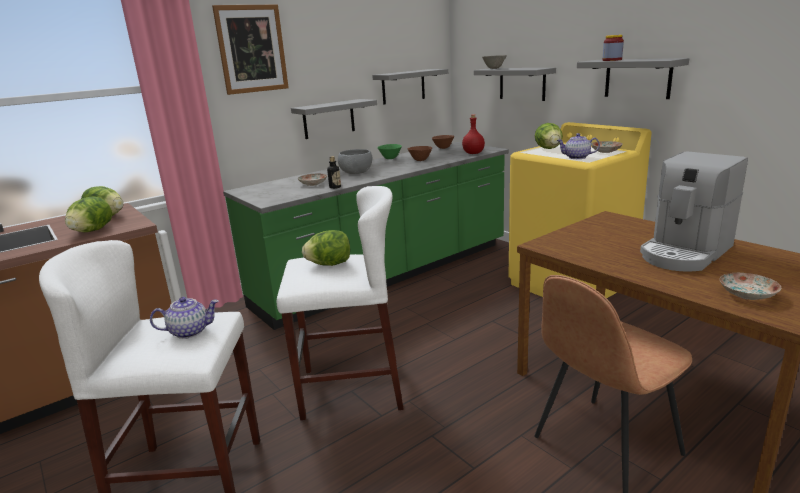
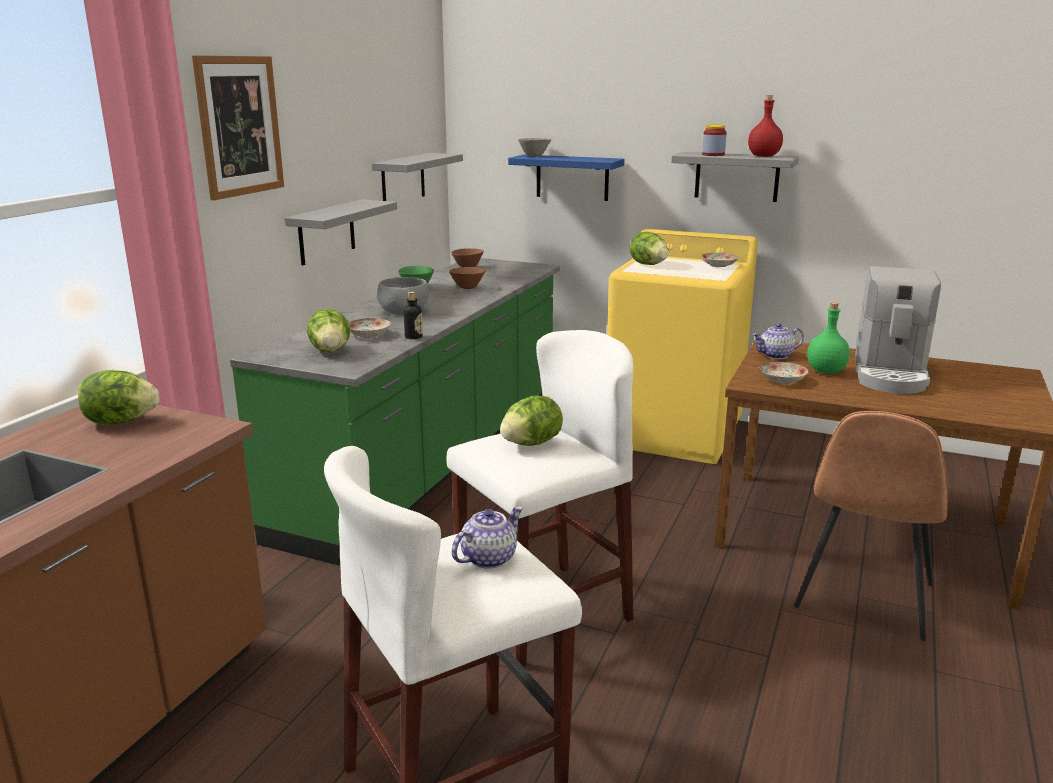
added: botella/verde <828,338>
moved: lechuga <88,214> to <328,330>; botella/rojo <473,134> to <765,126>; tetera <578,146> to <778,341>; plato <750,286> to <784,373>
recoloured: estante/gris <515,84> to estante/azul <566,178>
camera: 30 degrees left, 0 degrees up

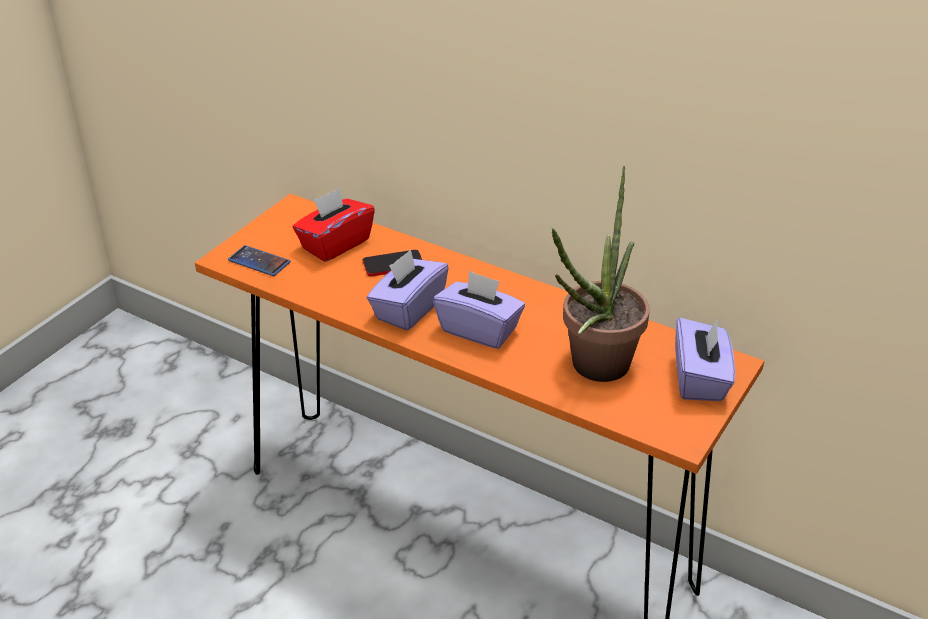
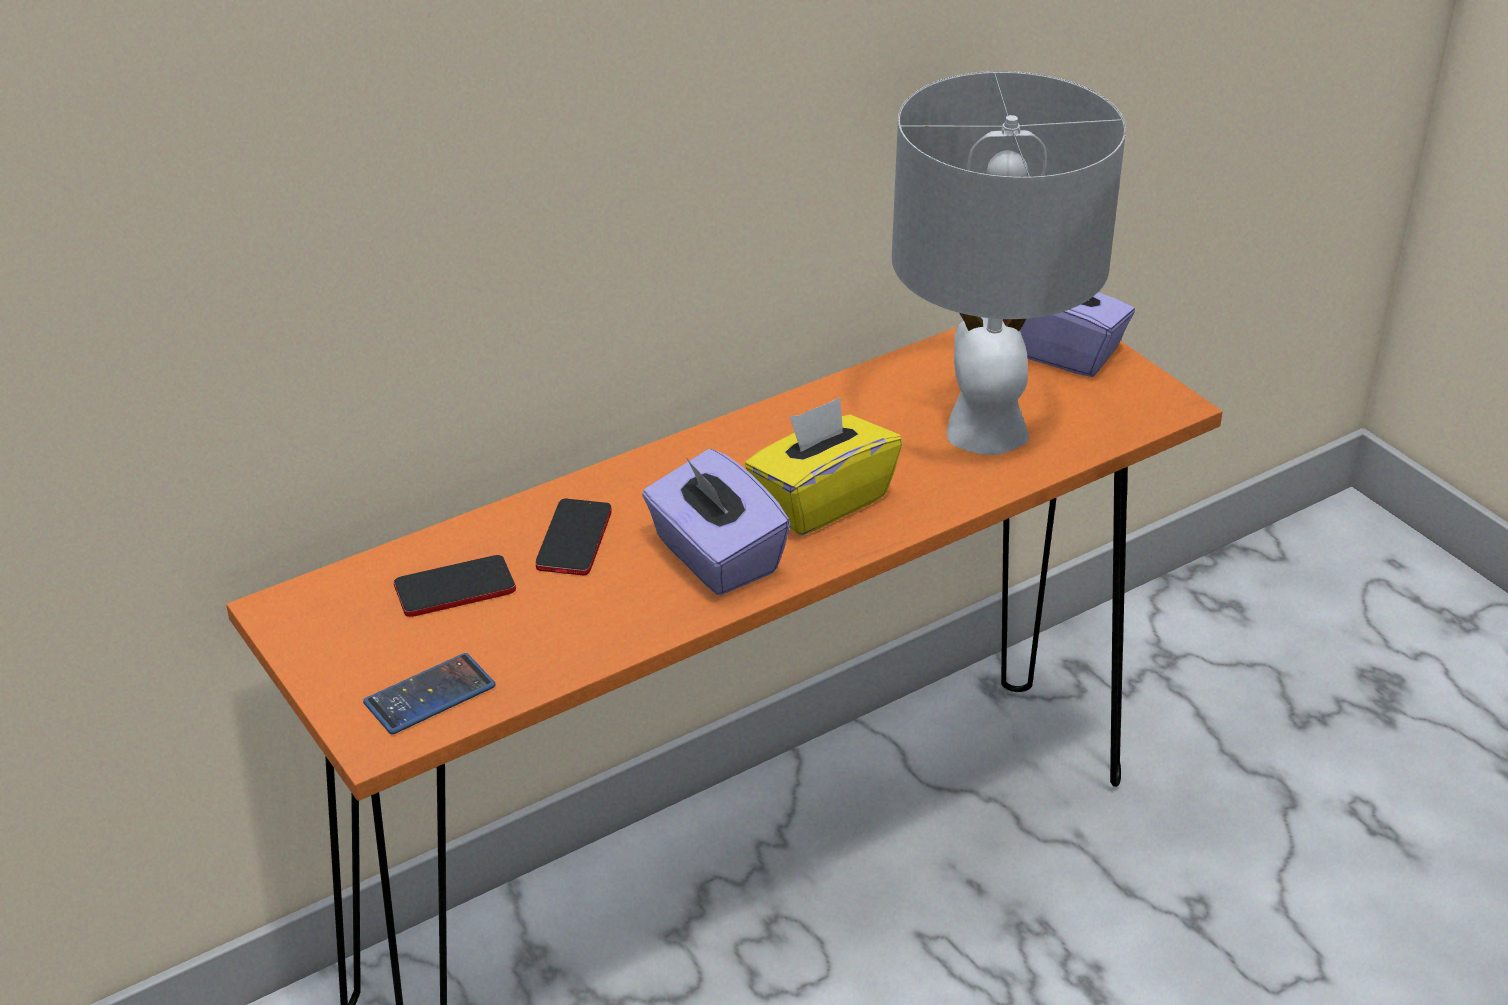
replaced: caja de pañuelos/rojo <334,225> to móvil <455,586>; planta en maceta <601,274> to lámpara de mesa/gris <1009,263>
recoloured: caja de pañuelos/morado <479,309> to caja de pañuelos/amarillo <823,466>
camera: 65 degrees left, 0 degrees up

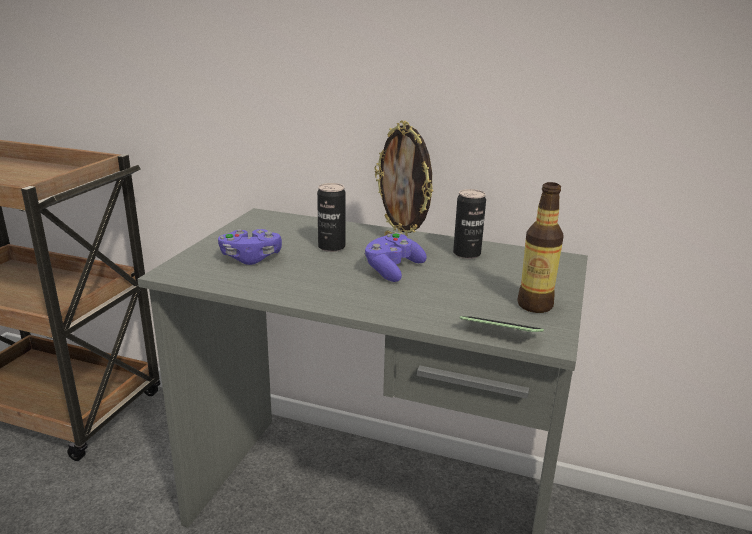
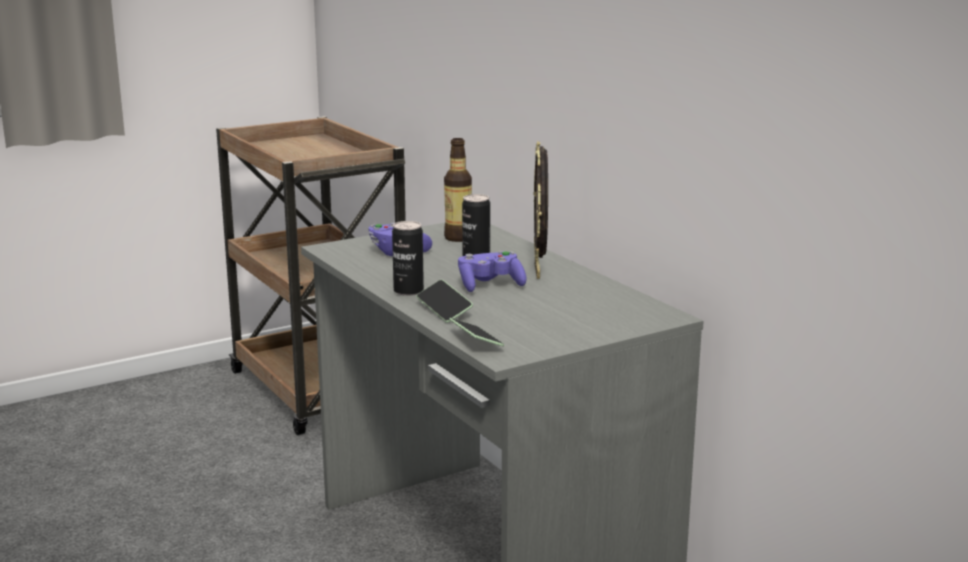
added: móvil <444,301>
moved: lata <469,224> to <408,258>; botella <540,247> to <458,190>
camera: 40 degrees right, 5 degrees down

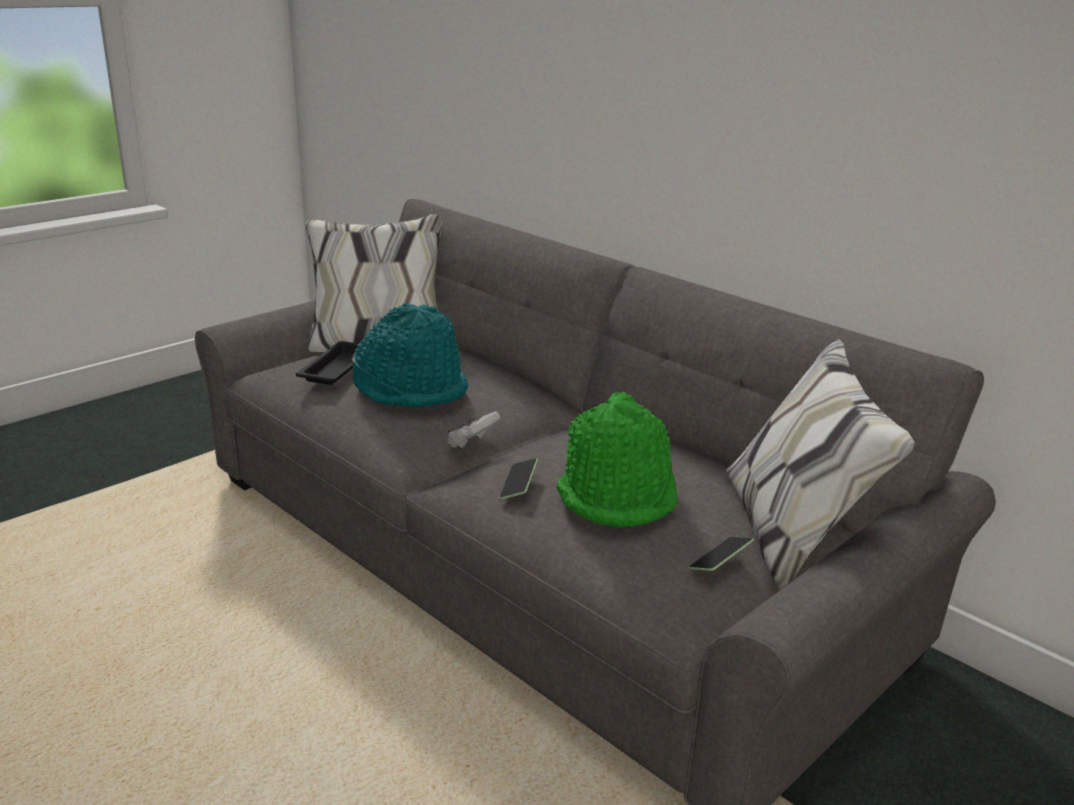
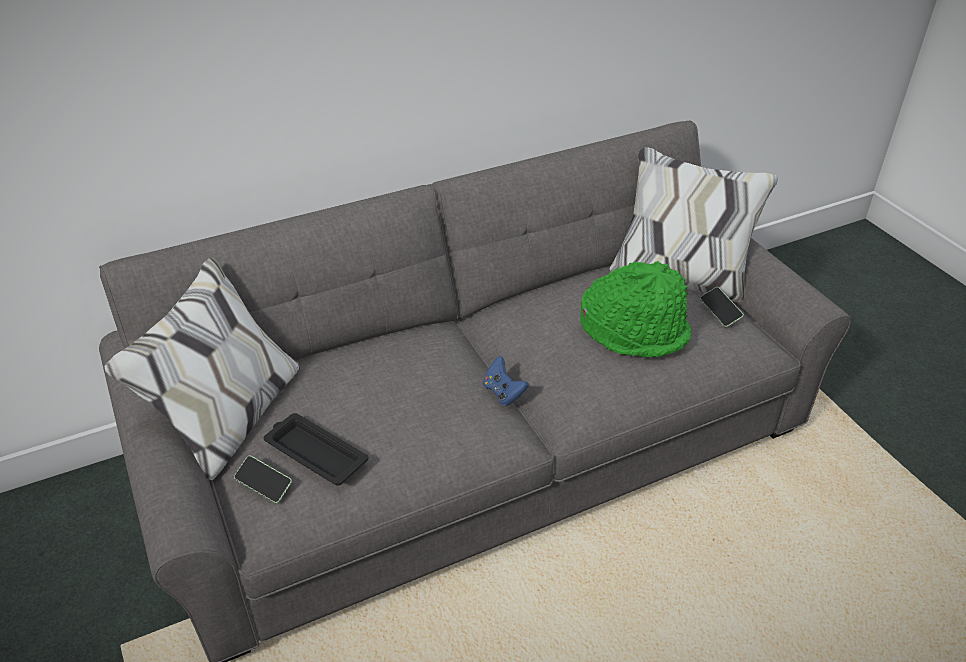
removed: sombrero/turquesa <409,355>
moved: móvil <518,478> to <263,479>
recoloured: mando de consola/blanco <474,430> to mando de consola/azul <506,381>
camera: 70 degrees left, 15 degrees up

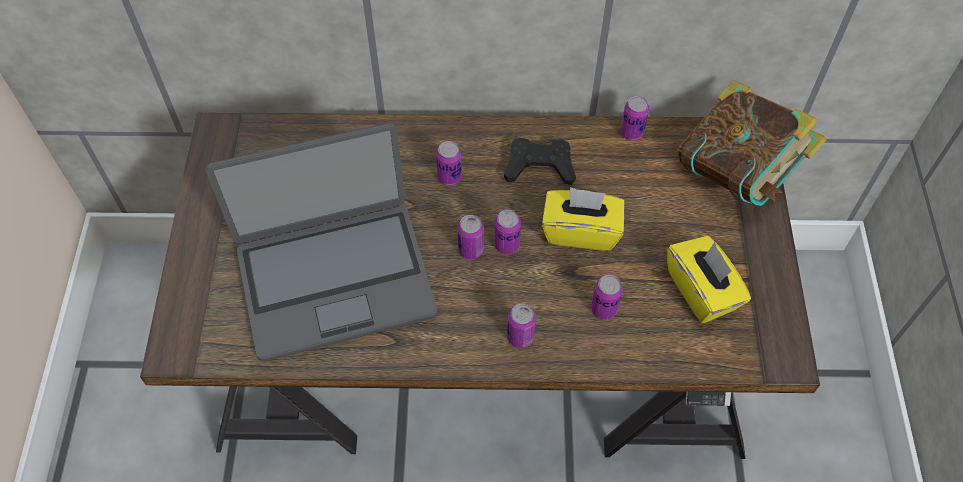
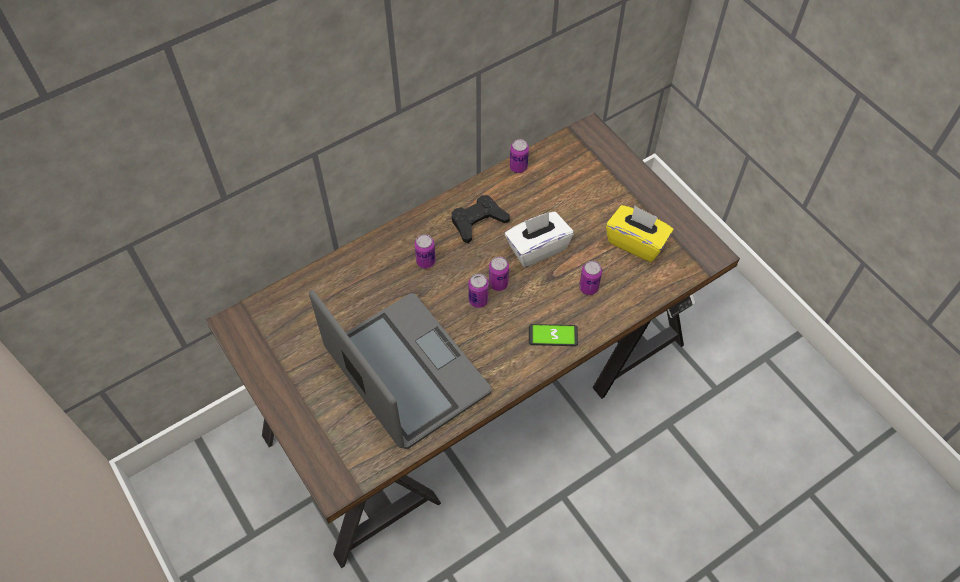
removed: libro <752,143>
replaced: lata <521,326> to móvil <553,335>
recoloured: caja de pañuelos/amarillo <583,219> to caja de pañuelos/blanco <539,239>
turned: portátil <321,242> = <400,369> 75 degrees counterclockwise
camera: 35 degrees left, 0 degrees up

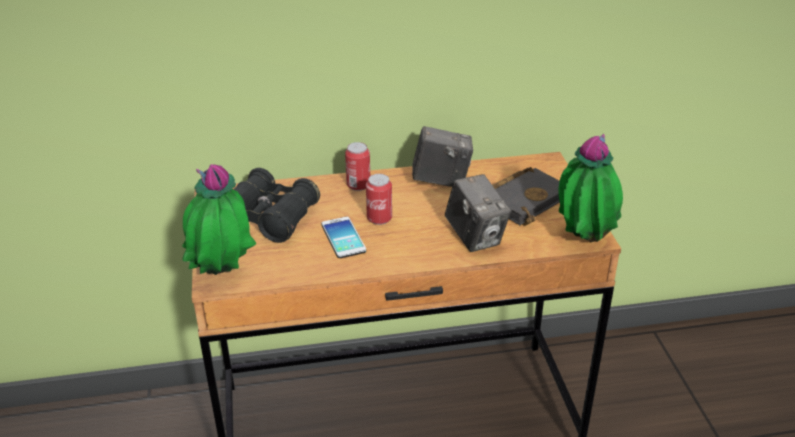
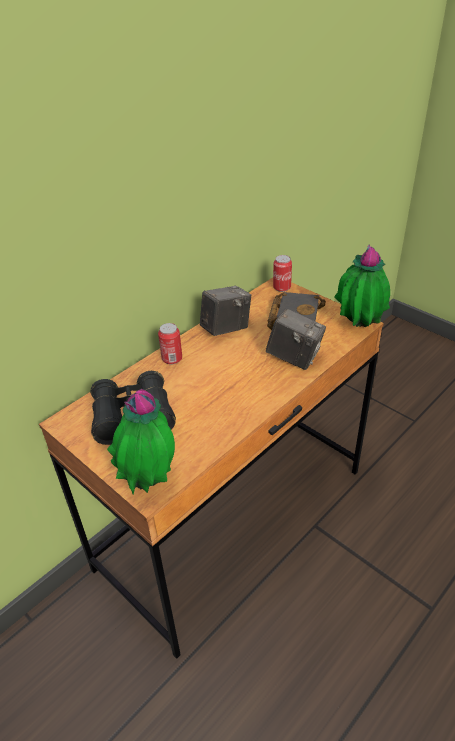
removed: móvil <343,237>
moved: lata <379,199> to <282,273>
camera: 35 degrees left, 5 degrees up

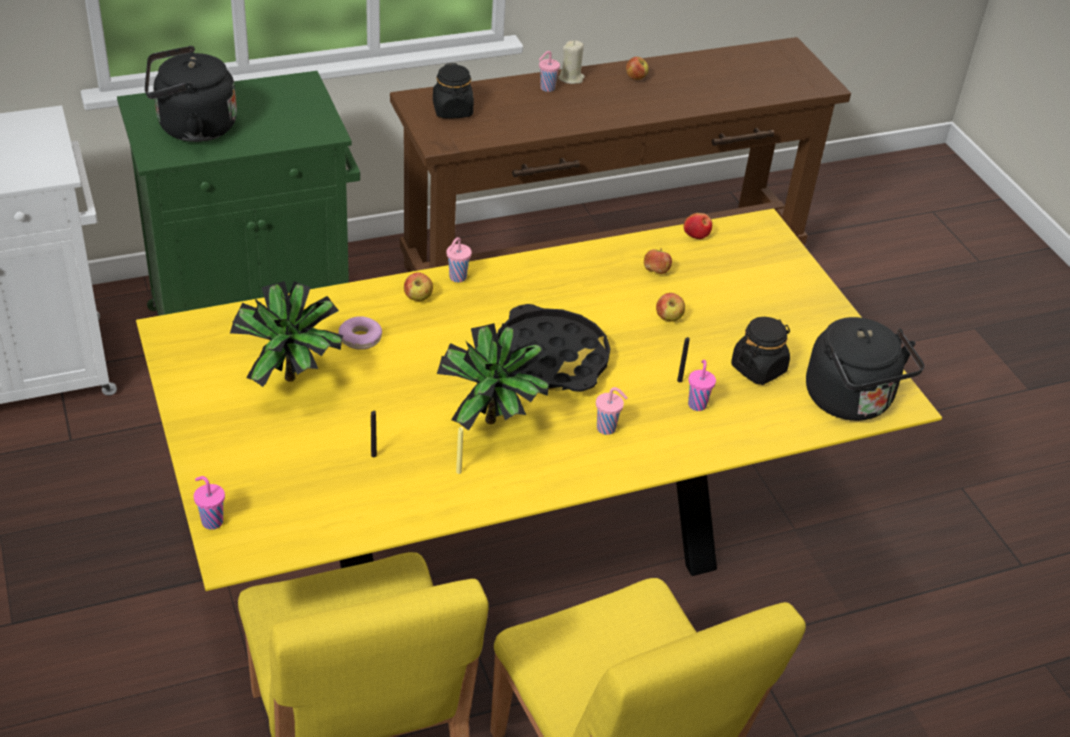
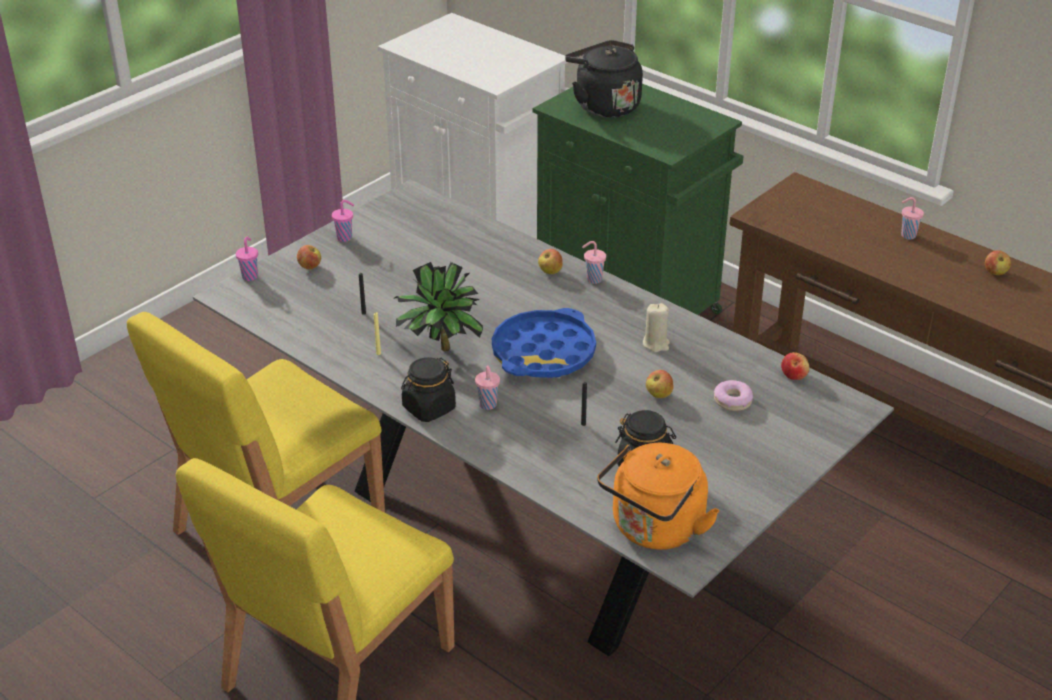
removed: planta en maceta <286,334>
moved: rosquilla <360,333> to <733,395>; tarro/negro <453,90> to <428,389>; vela/beis <571,62> to <656,327>; manzana <658,261> to <309,257>; taza/rosa <702,385> to <343,221>
recoloured: mesa de comedor/amarillo <539,399> to mesa de comedor/gris <543,417>; bandeja/negro <553,348> to bandeja/azul <544,343>; hervidor/negro <865,369> to hervidor/naranja <658,496>
camera: 65 degrees right, 5 degrees down

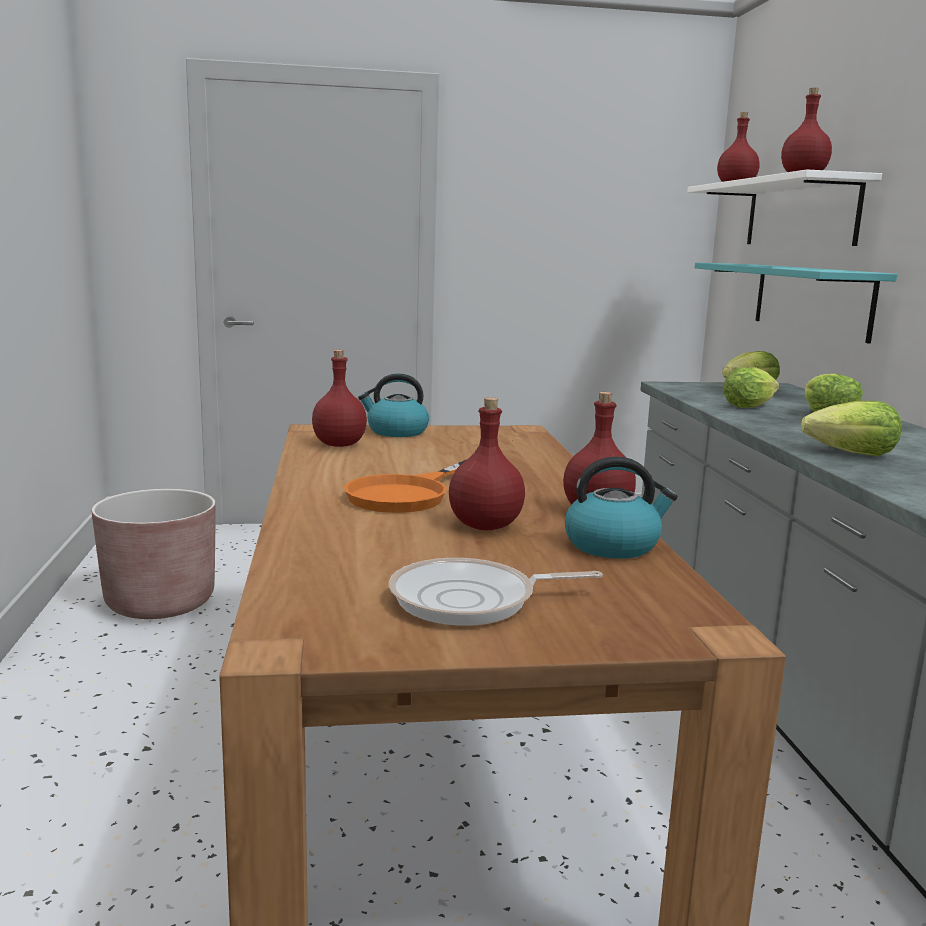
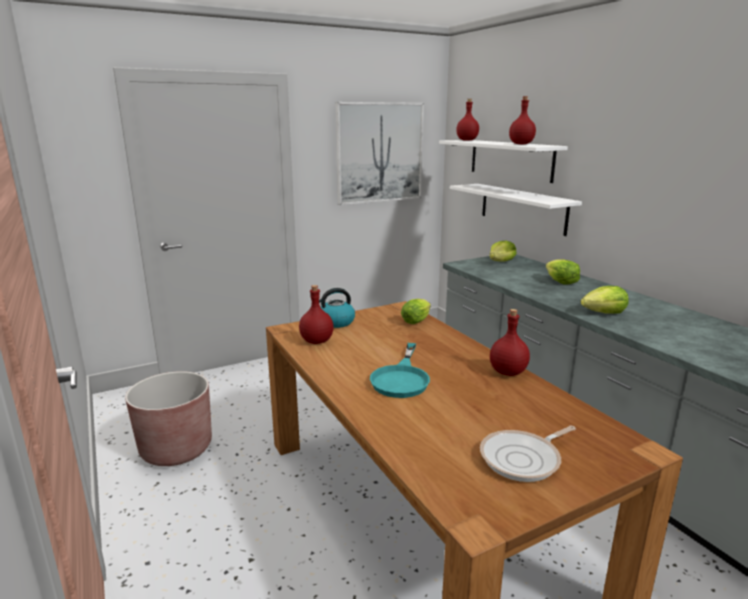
removed: botella/rojo <487,463>; hervidor <621,508>
added: cuadro <380,153>
moved: lechuga <751,387> to <416,311>
recoloured: sartén/naranja <406,486> to sartén/turquesa <400,370>; estante/turquesa <796,303> to estante/blanco <516,210>
camera: 20 degrees left, 5 degrees up

